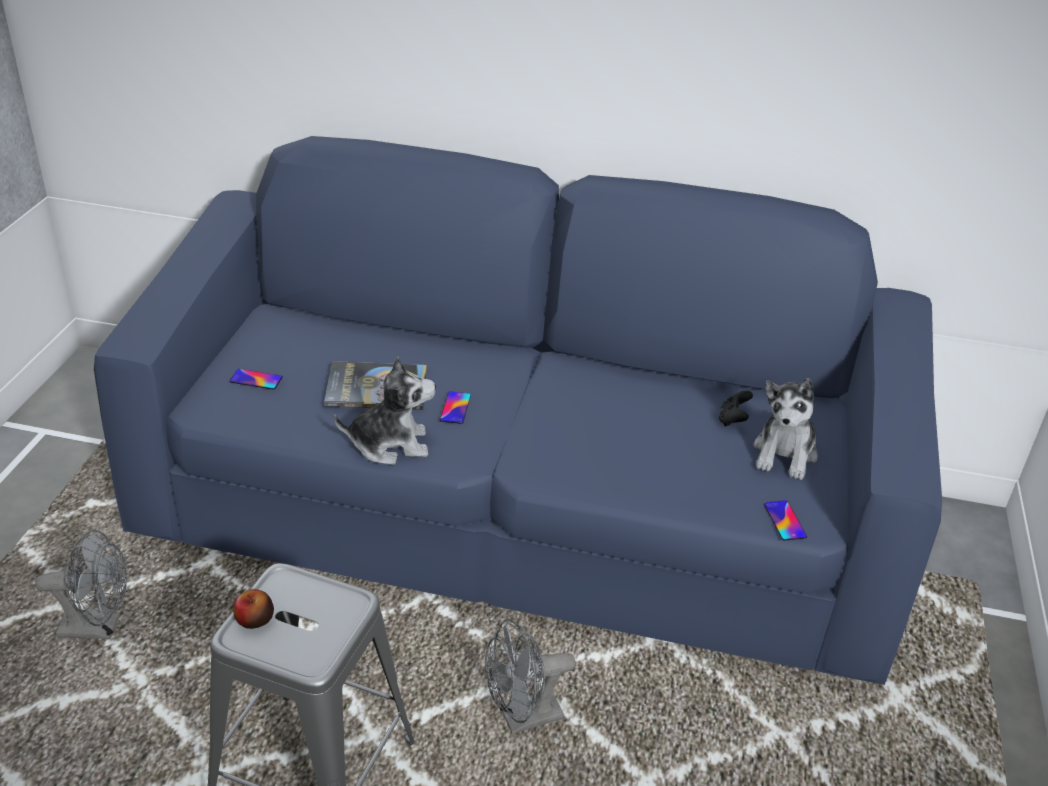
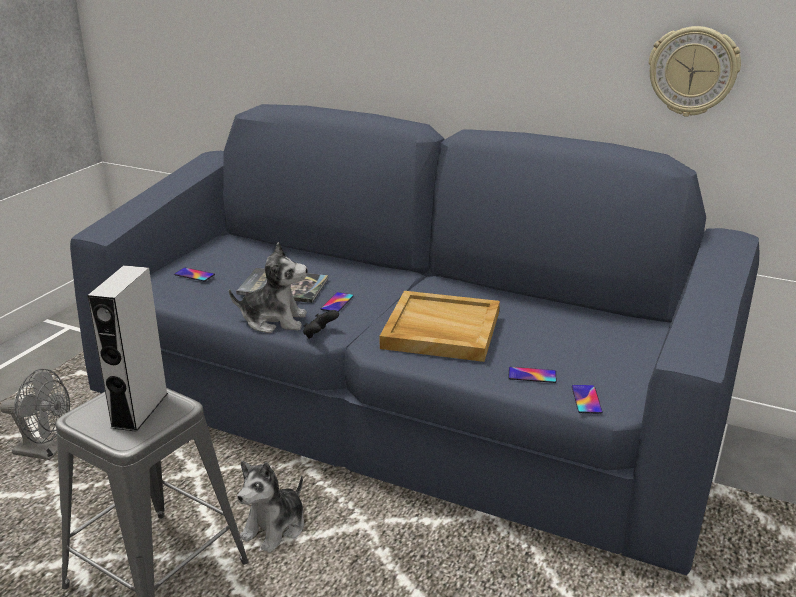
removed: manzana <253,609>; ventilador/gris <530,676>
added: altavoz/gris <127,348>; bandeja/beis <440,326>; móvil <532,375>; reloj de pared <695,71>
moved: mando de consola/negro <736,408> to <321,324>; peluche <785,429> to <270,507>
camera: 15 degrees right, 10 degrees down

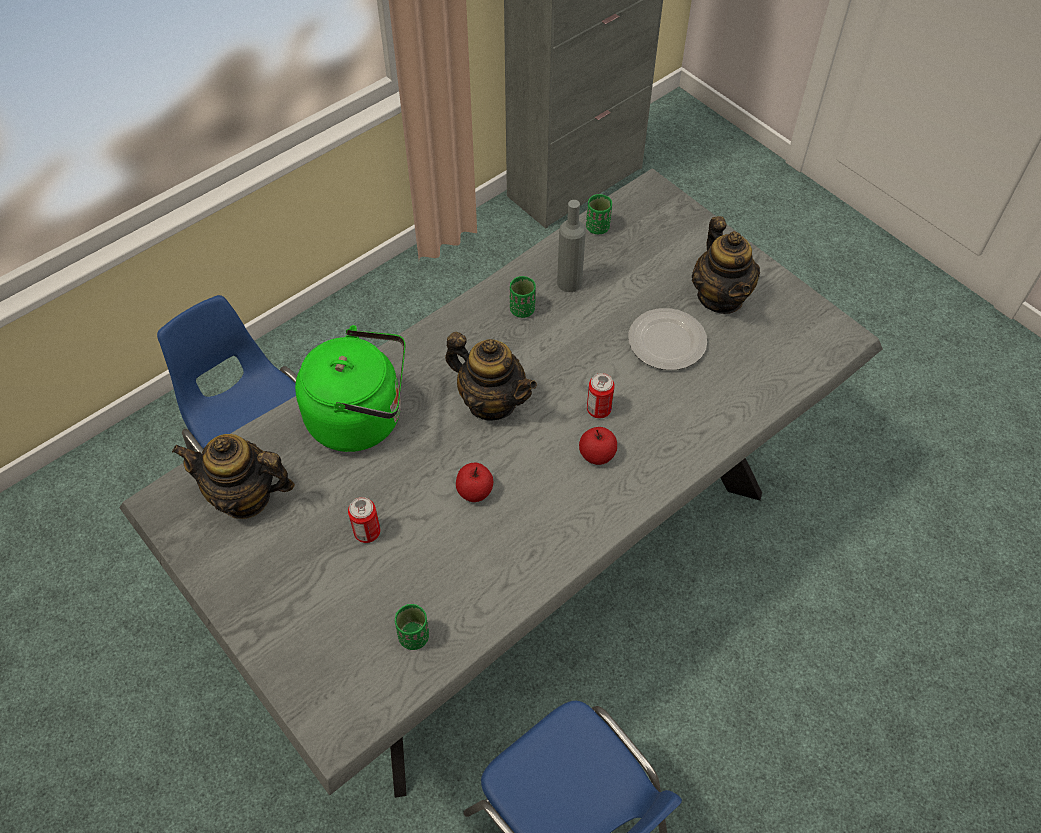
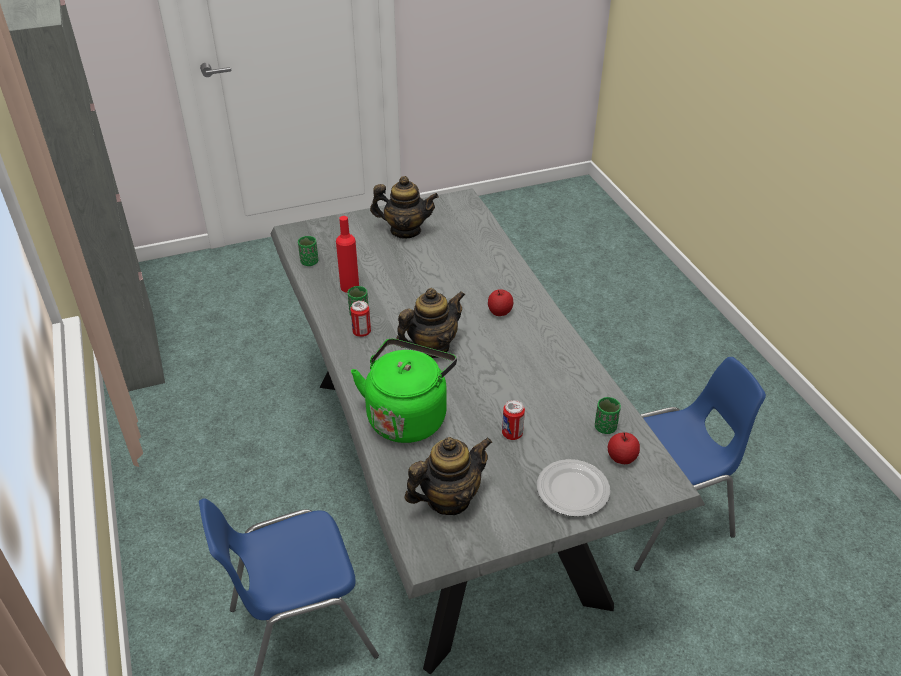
moved: manzana <474,482> to <624,448>; lata <601,395> to <360,319>; plato <667,339> to <573,488>
recoloured: botella/gris <571,246> to botella/rojo <347,254>
turned: tetera <233,476> = <448,476> 150 degrees counterclockwise
camera: 70 degrees left, 15 degrees down

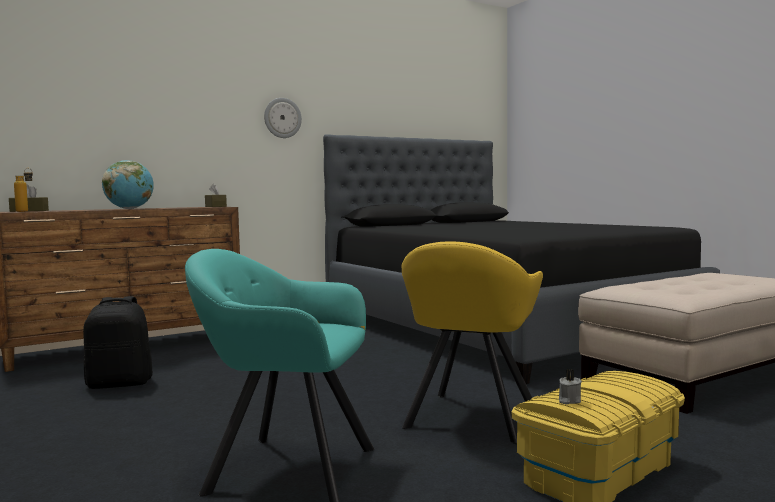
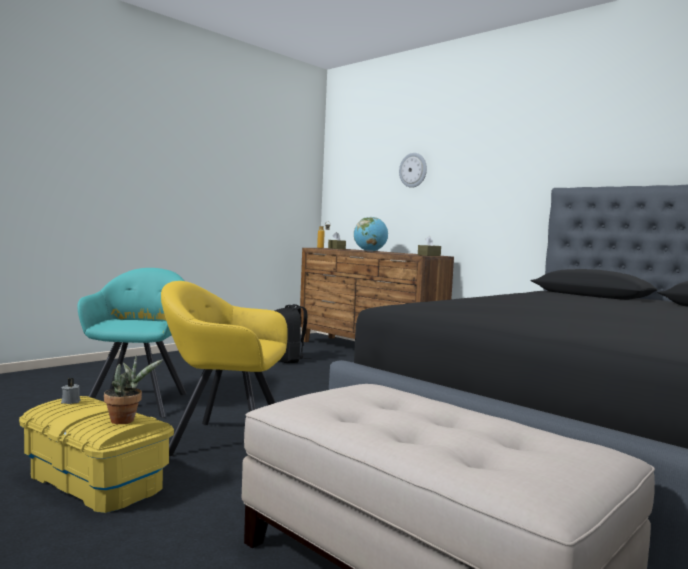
added: planta en maceta <133,389>
moved: reloj de pared <283,118> to <413,170>
camera: 75 degrees right, 0 degrees up

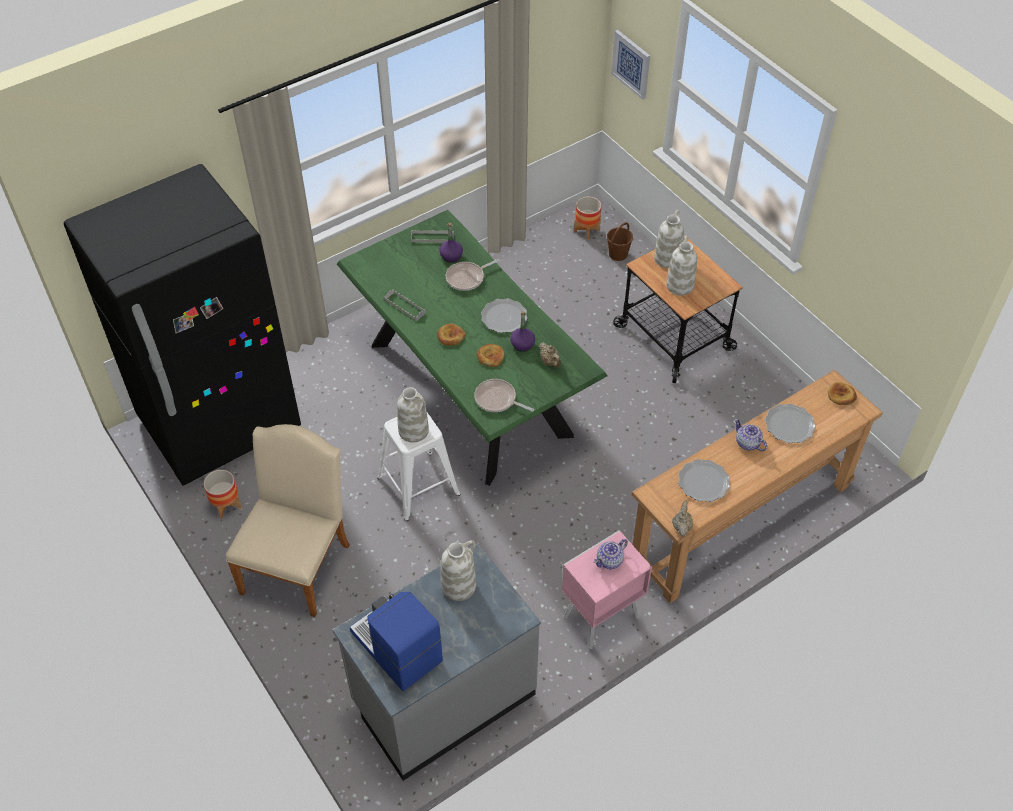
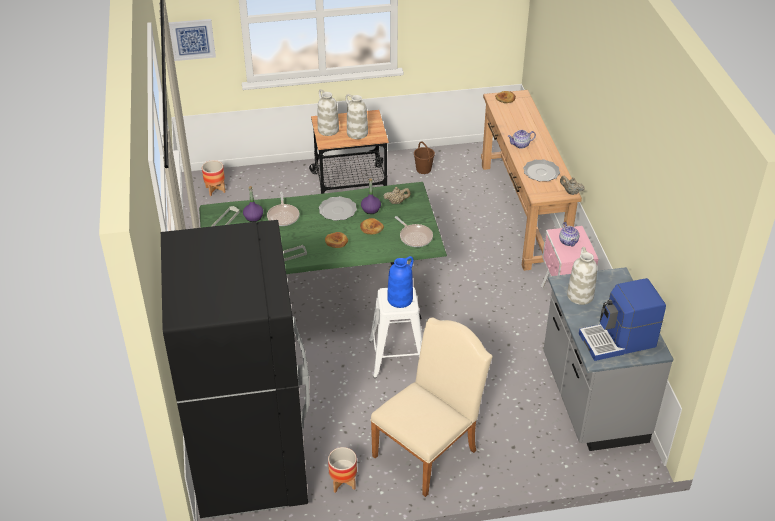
removed: plato <790,423>
moved: cubo/marrón <620,242> to <424,157>
recoloured: florero/blanco <413,415> to florero/azul <400,282>
turned: silla/beis <288,520> = <431,407> 90 degrees clockwise; sartén <504,395> = <414,231> 90 degrees counterclockwise
camera: 65 degrees left, 10 degrees down

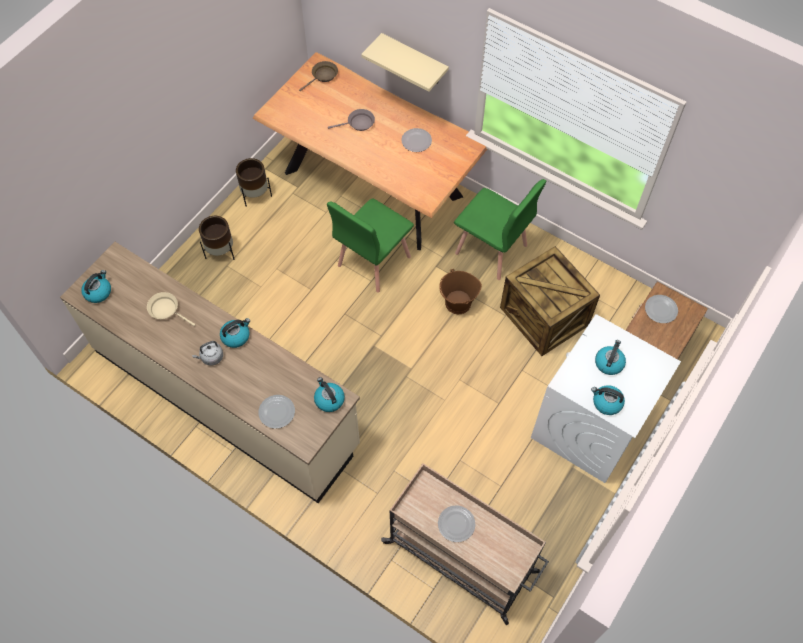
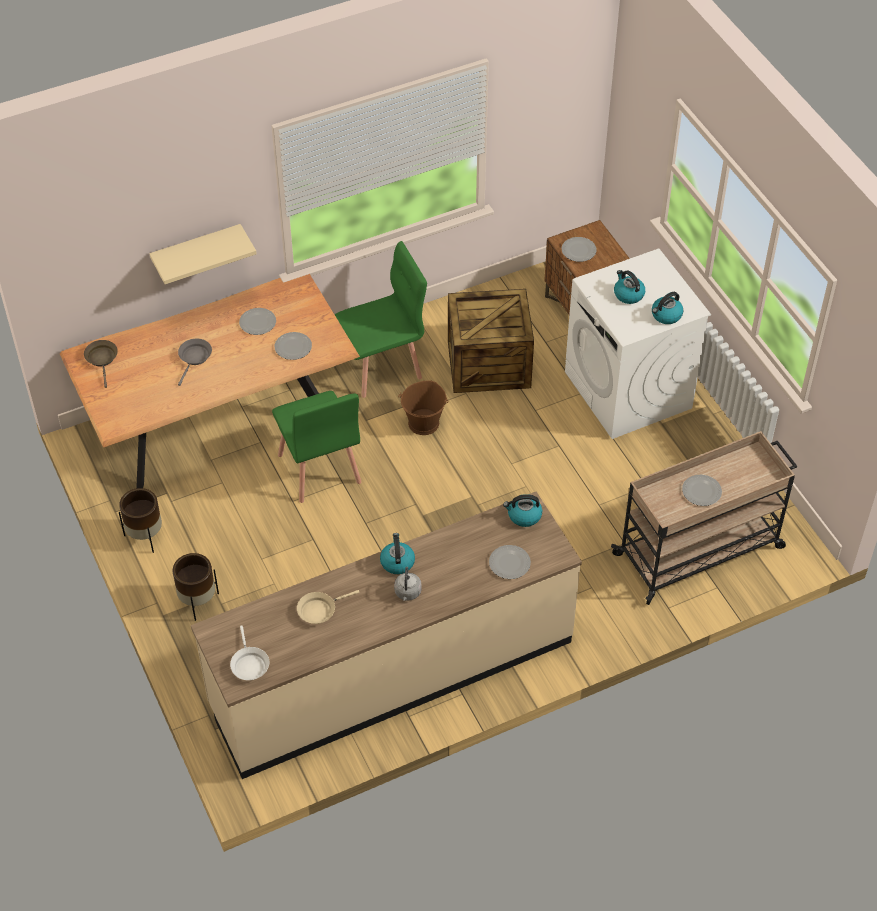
added: plato <293,346>
replaced: hervidor <96,286> to sartén/blanco <249,653>
camera: 60 degrees left, 10 degrees down

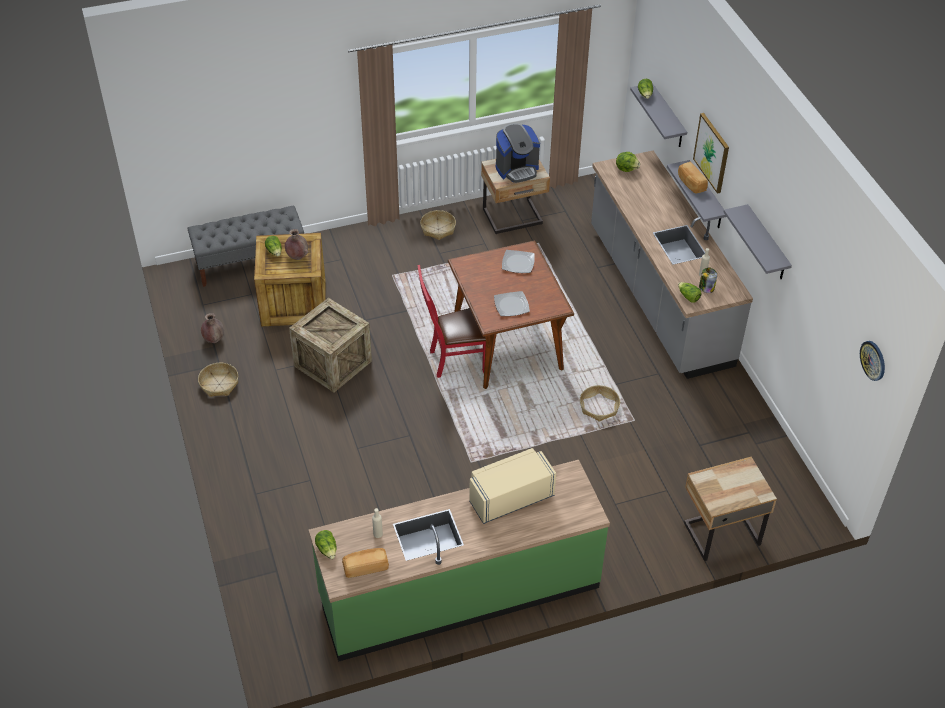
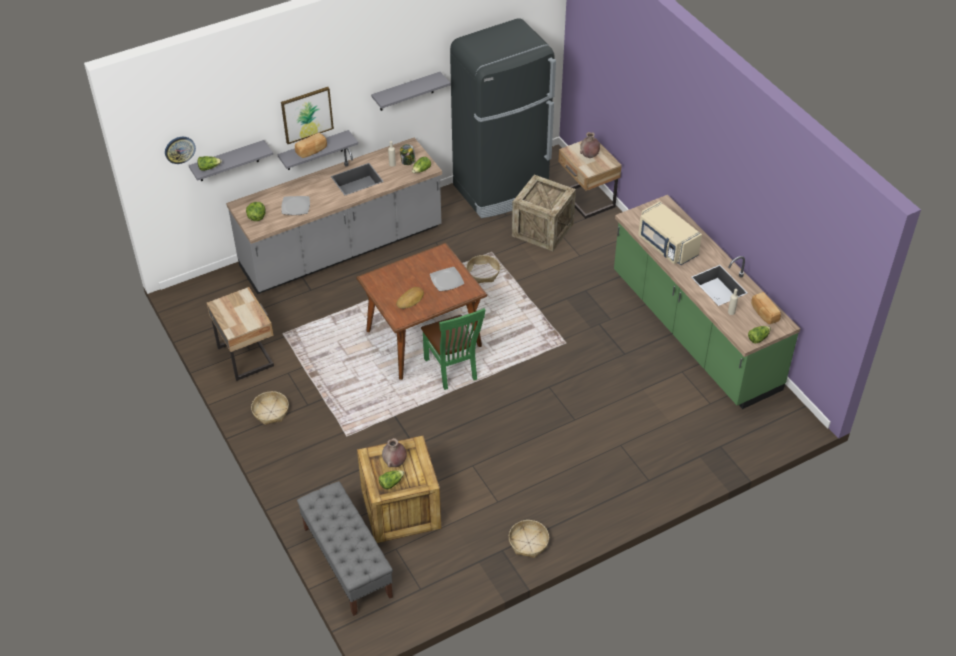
removed: cafetera <518,153>
added: pan <410,298>; nevera/negro <503,118>
moved: florero/marrón <212,328> to <590,145>; caja de embalaje <330,345> to <544,213>; plato <518,261> to <295,205>; reloj de pared <872,361> to <180,150>
recoloured: silla/rojo <451,321> to silla/verde <453,349>
camera: 100 degrees left, 0 degrees up

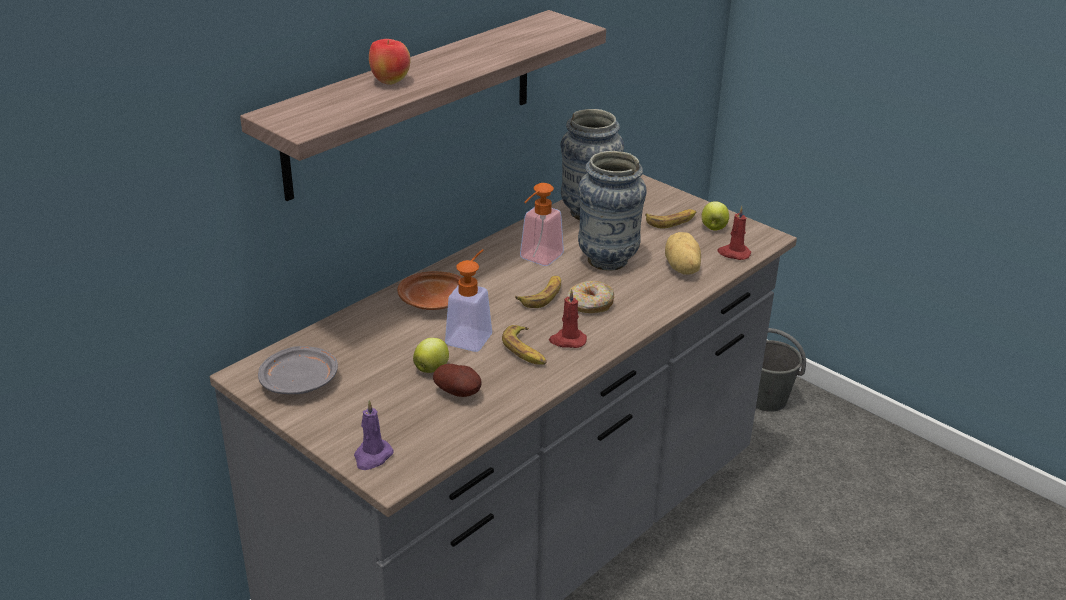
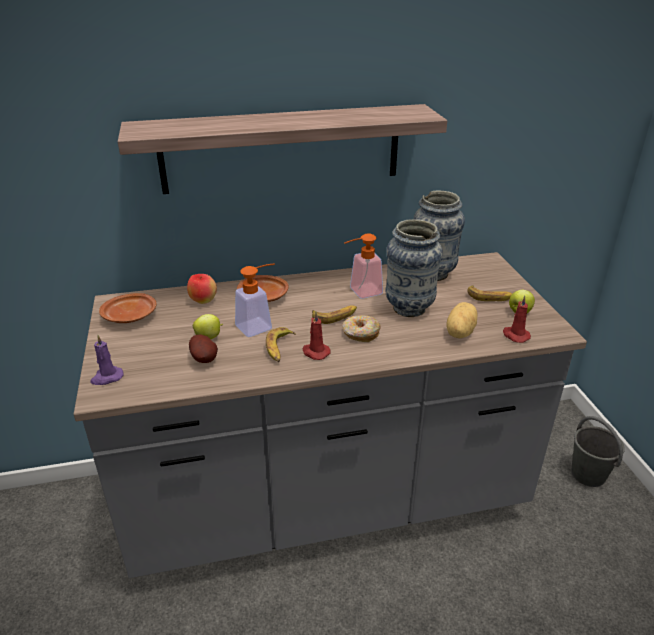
moved: manzana <390,62> to <202,289>
recoloured: plato/gris <298,370> to plato/marrón <128,308>
camera: 35 degrees right, 0 degrees up

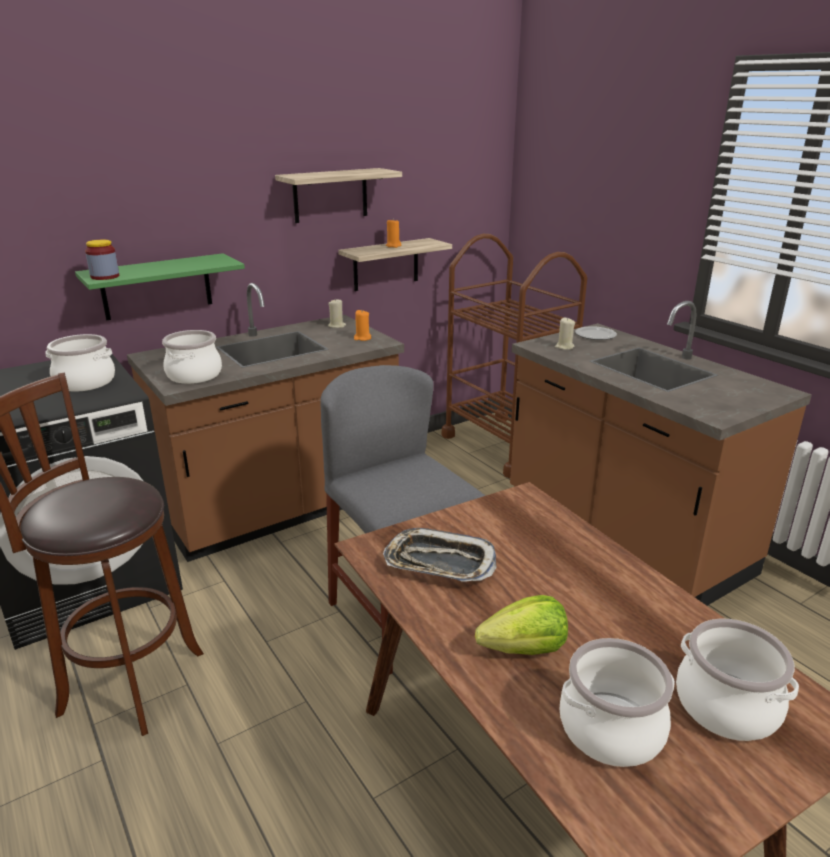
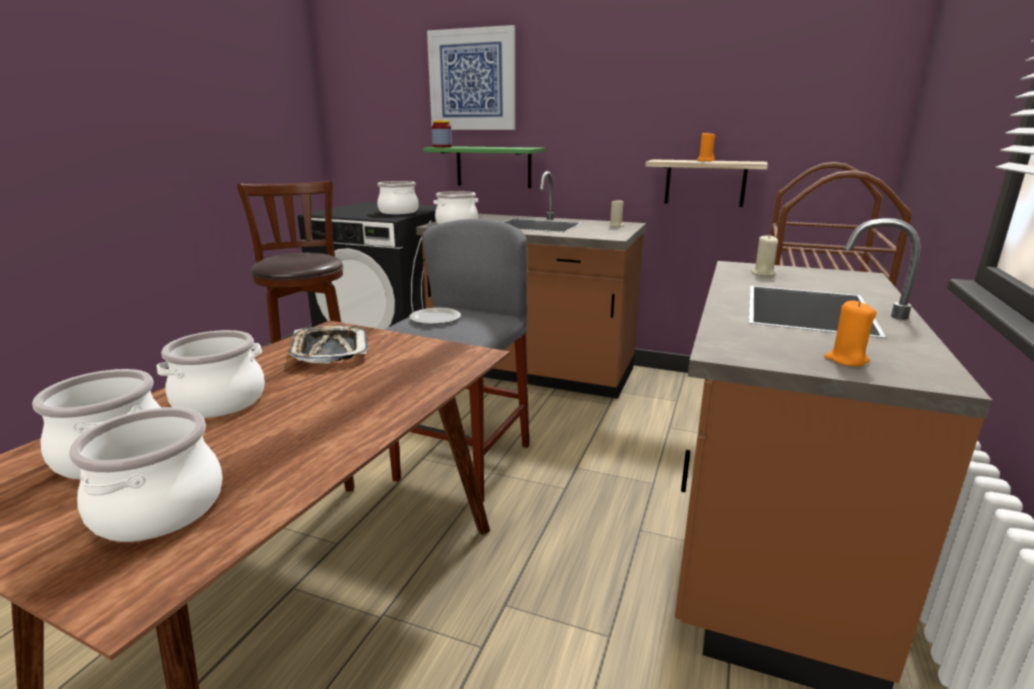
removed: estante <338,195>
added: cuadro <471,77>
moved: vela/naranja <362,325> to <850,333>; plato <596,333> to <435,316>
replaced: lechuga <521,625> to olla <211,374>
camera: 55 degrees right, 5 degrees down

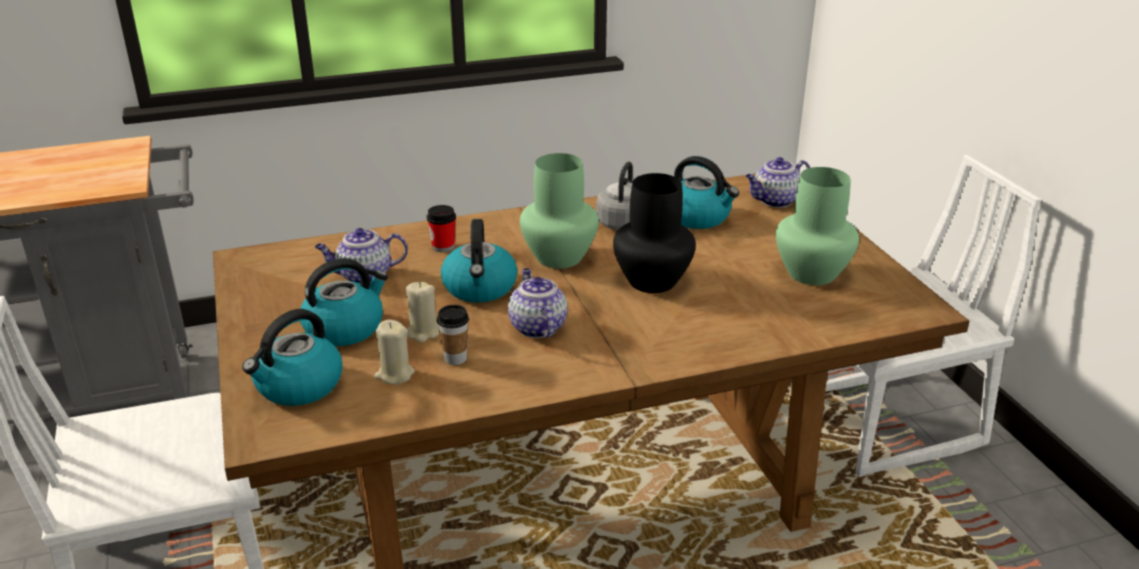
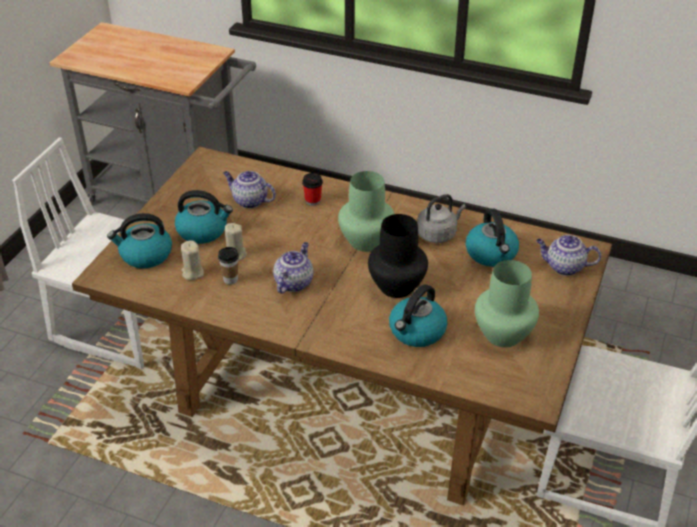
moved: hervidor <479,261> to <418,315>
camera: 40 degrees right, 10 degrees up

